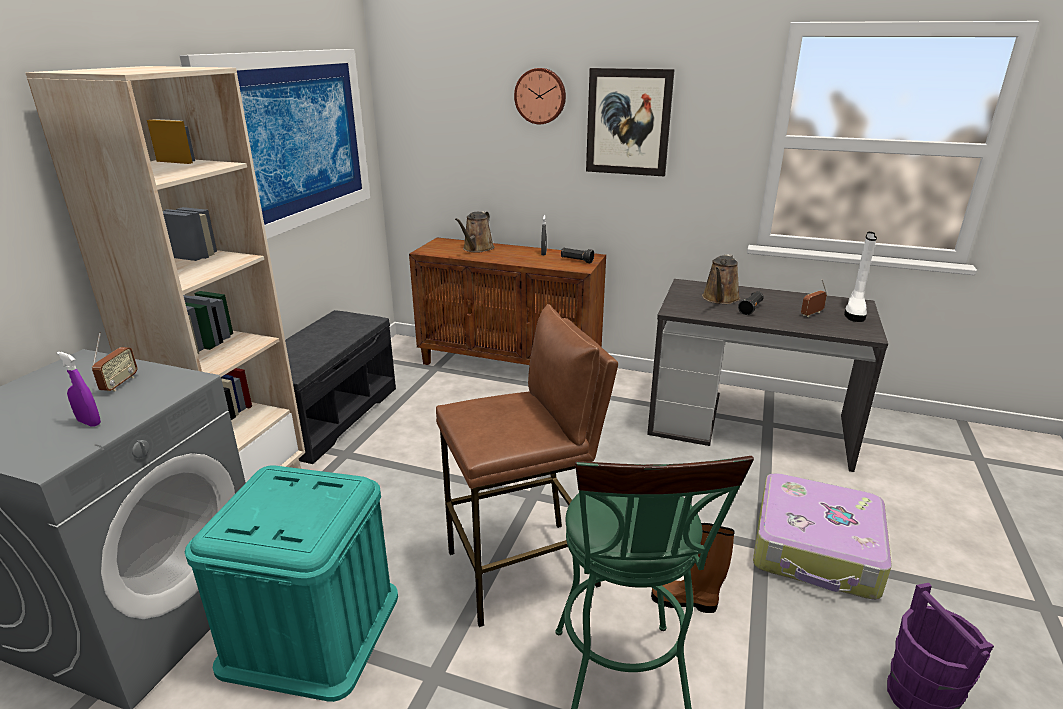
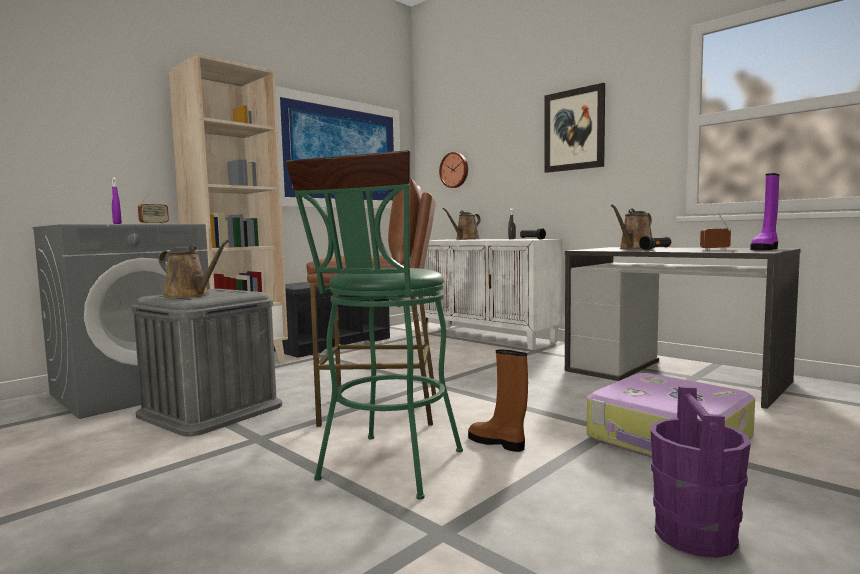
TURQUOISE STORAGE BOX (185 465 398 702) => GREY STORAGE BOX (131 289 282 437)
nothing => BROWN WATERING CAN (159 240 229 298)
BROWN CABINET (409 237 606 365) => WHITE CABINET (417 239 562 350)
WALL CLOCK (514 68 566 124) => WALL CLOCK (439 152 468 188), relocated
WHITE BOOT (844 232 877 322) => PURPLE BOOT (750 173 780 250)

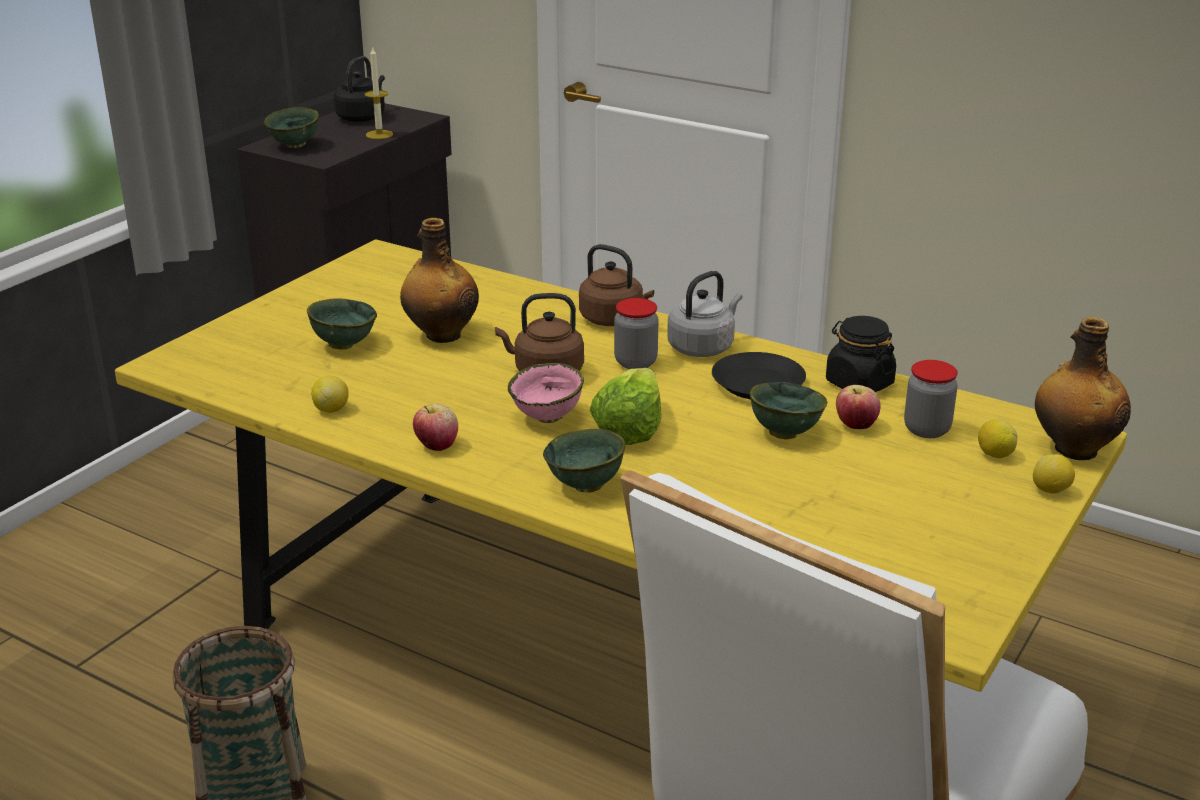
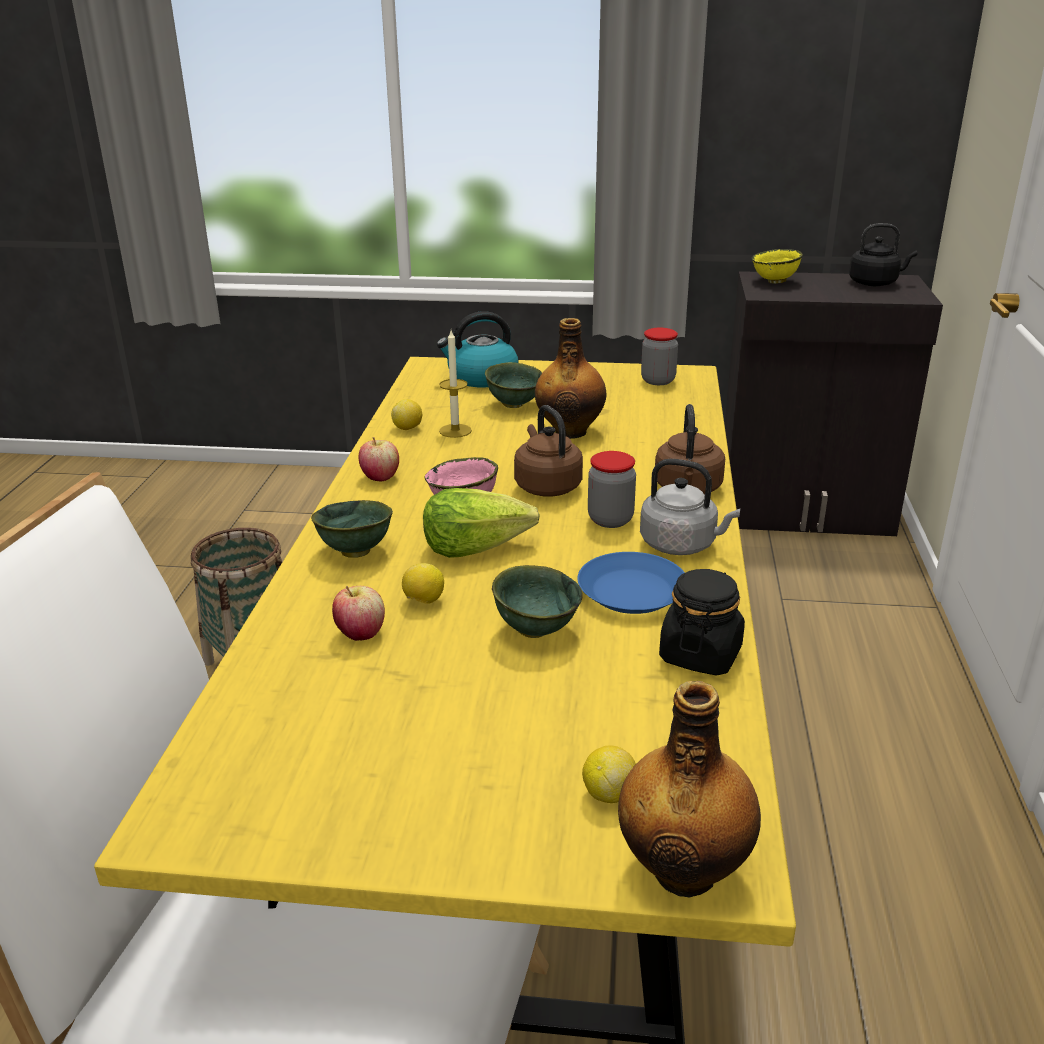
APPLE (836 385 881 429) => APPLE (332 586 385 641), relocated
LEMON (1033 454 1075 494) => LEMON (402 563 444 604), relocated
nothing => KETTLE (437 311 519 388)
CANDLE (365 48 393 139) => CANDLE (439 330 472 438), relocated
BLACK PLATE (712 352 806 399) => BLUE PLATE (578 552 685 614)
JAR (904 360 958 438) => JAR (641 328 678 385), relocated
GREEN BOWL (264 107 319 148) => YELLOW BOWL (752 249 803 284)

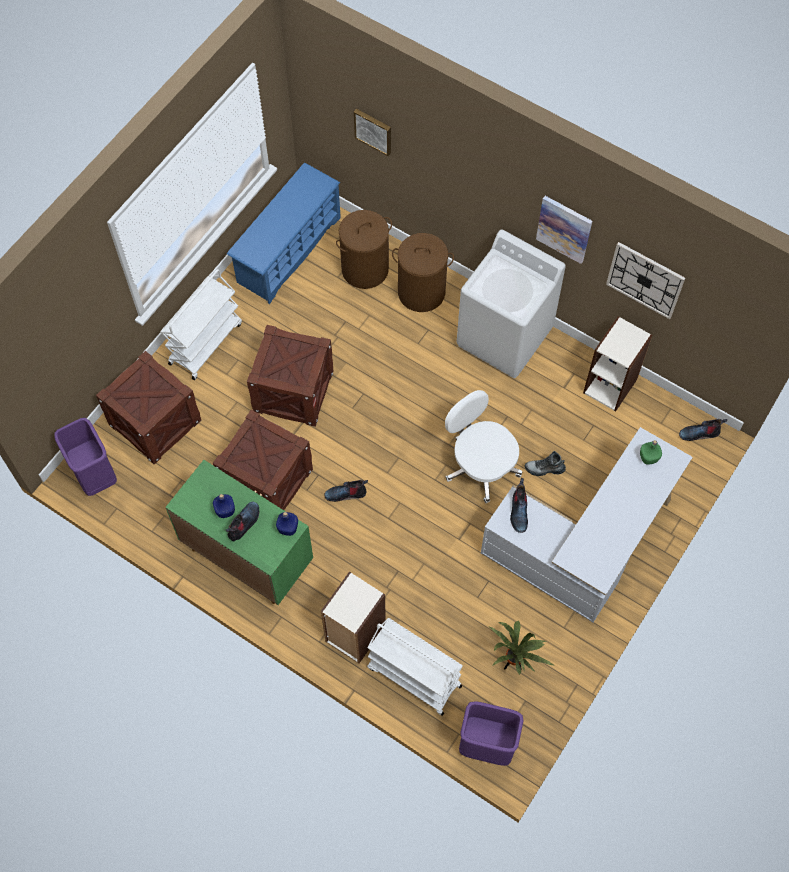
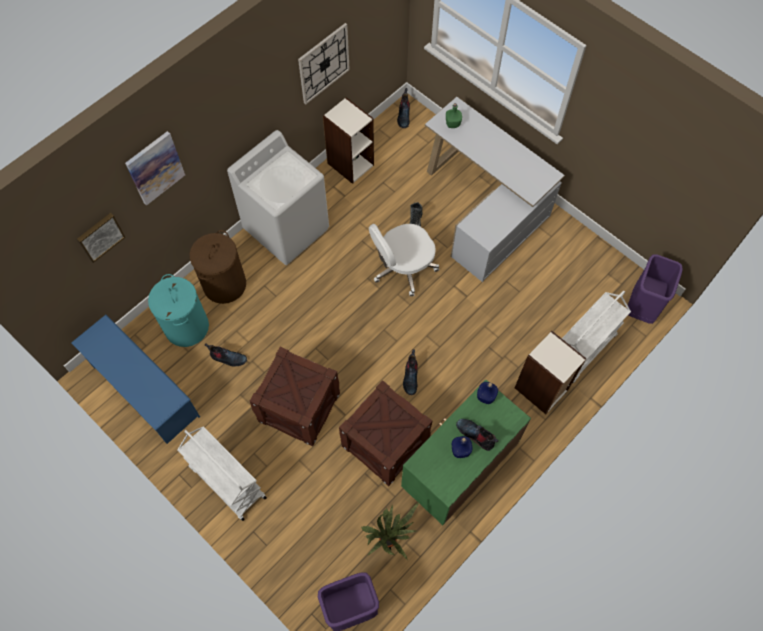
PICTURE (536 196 592 264) => PICTURE (125 131 185 206), relocated
BROWN LAUNDRY BASKET (336 210 392 289) => TURQUOISE LAUNDRY BASKET (148 274 209 347)
BOOT (510 478 528 533) => BOOT (205 343 247 367), relocated
POTTED PLANT (490 620 553 675) => POTTED PLANT (361 501 420 560), relocated
CRATE (96 351 201 465) => nothing

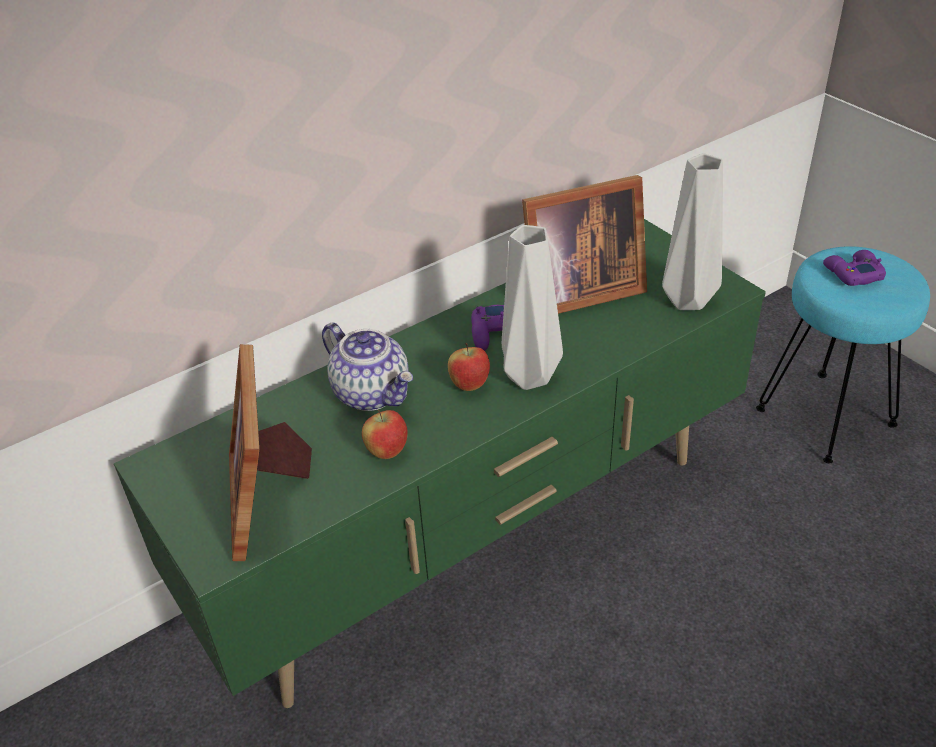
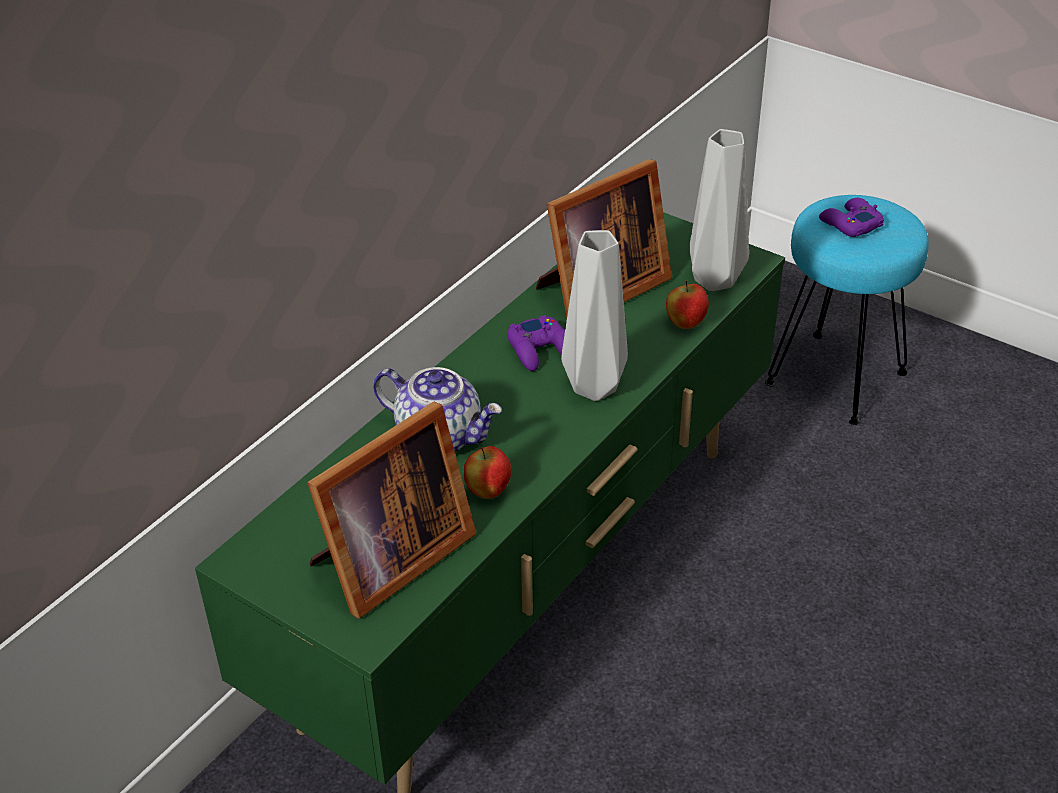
PICTURE FRAME (229 344 312 561) => PICTURE FRAME (307 402 476 619), 105 degrees counterclockwise
APPLE (448 343 490 391) => APPLE (666 280 709 329), relocated

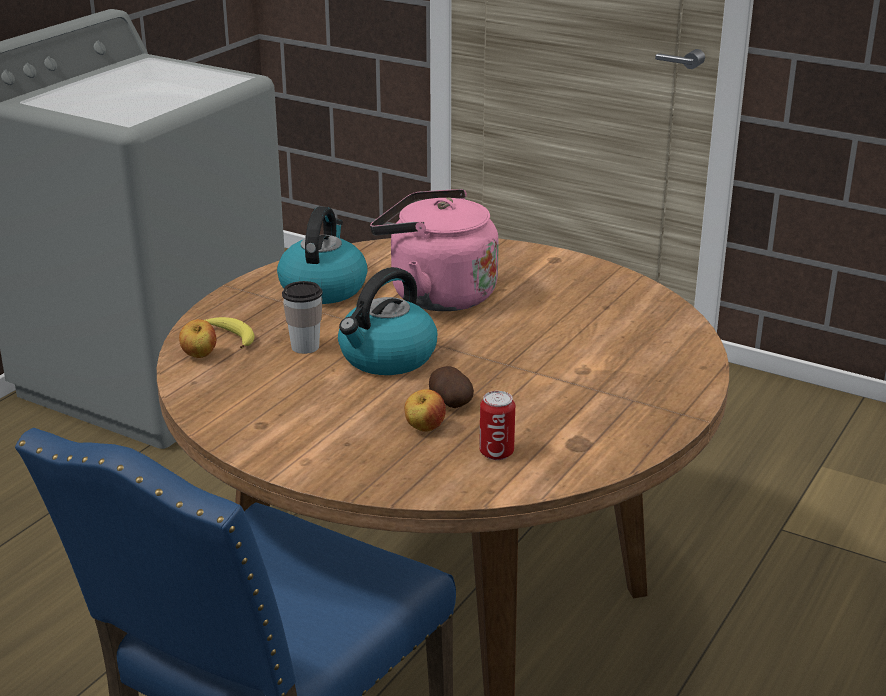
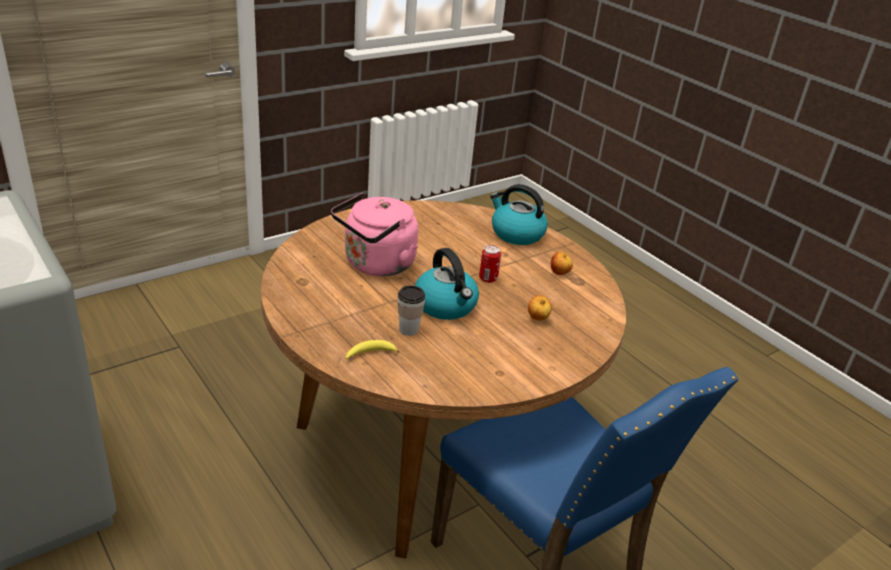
CAN (479 391 515 460) => CAN (479 245 501 283), relocated
KETTLE (277 206 368 304) => KETTLE (490 184 548 245), relocated
APPLE (179 319 216 358) => APPLE (551 252 573 275), relocated
POTATO (429 366 474 408) => nothing

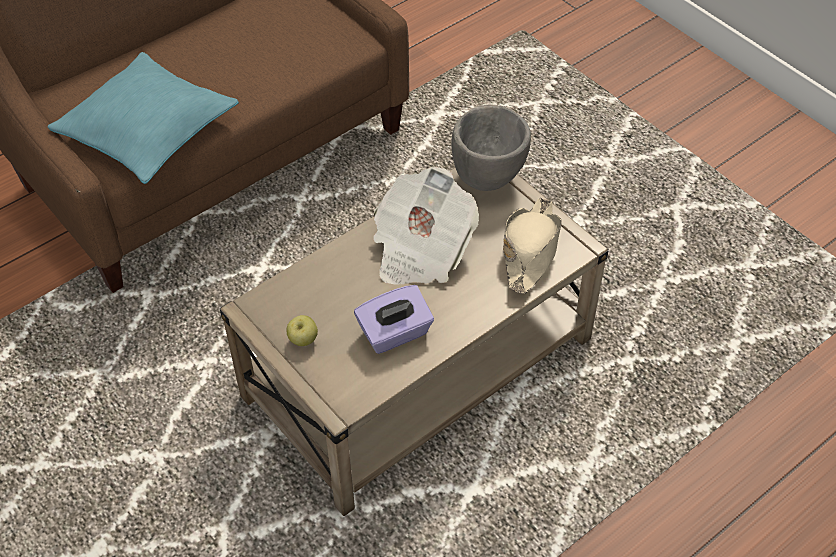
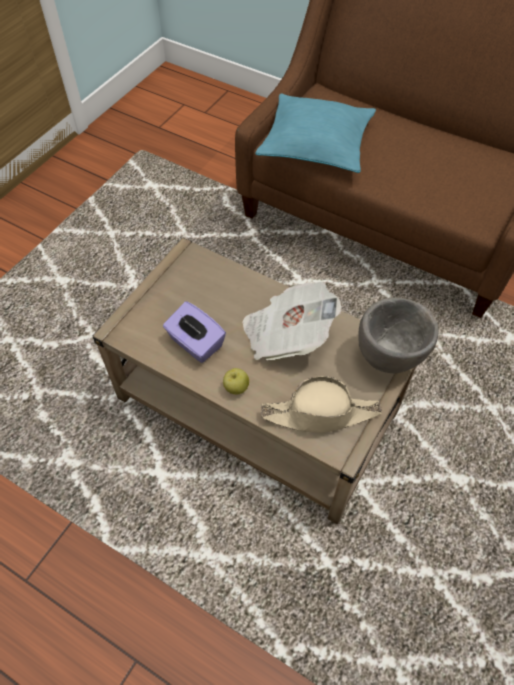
APPLE (286 315 318 346) => APPLE (223 368 249 394), relocated

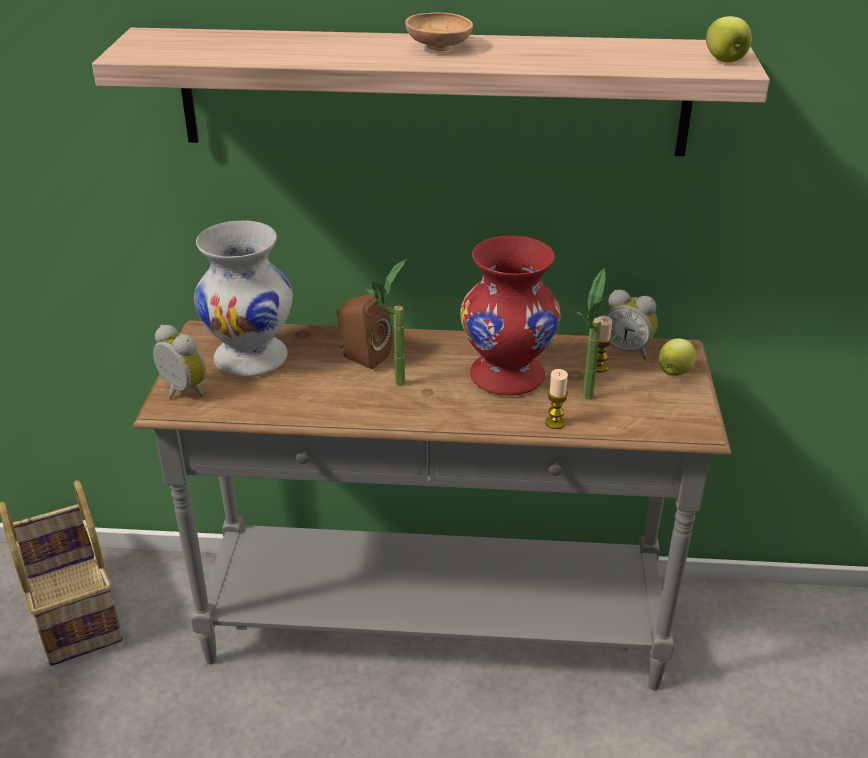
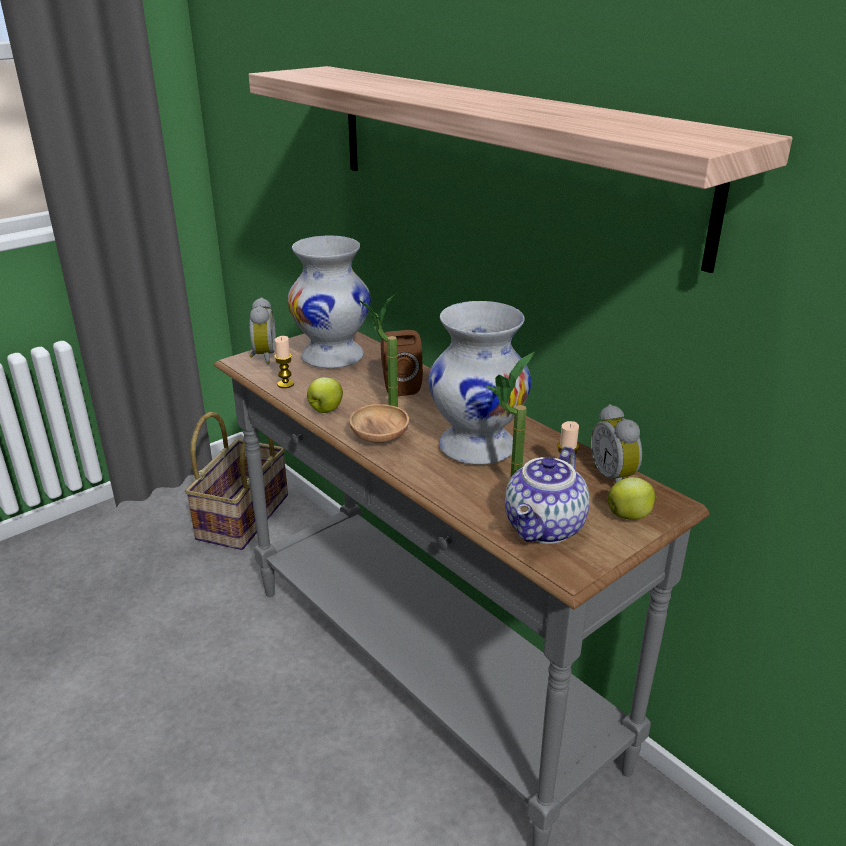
CANDLE (545 369 568 429) => CANDLE (274 336 294 388), relocated
APPLE (706 16 752 63) => APPLE (307 377 343 413), relocated
BROWN BOWL (405 13 473 51) => BROWN BOWL (349 404 409 444), relocated
RED VASE (461 235 561 396) => WHITE VASE (428 301 531 465)
nothing => TEAPOT (505 446 590 544)

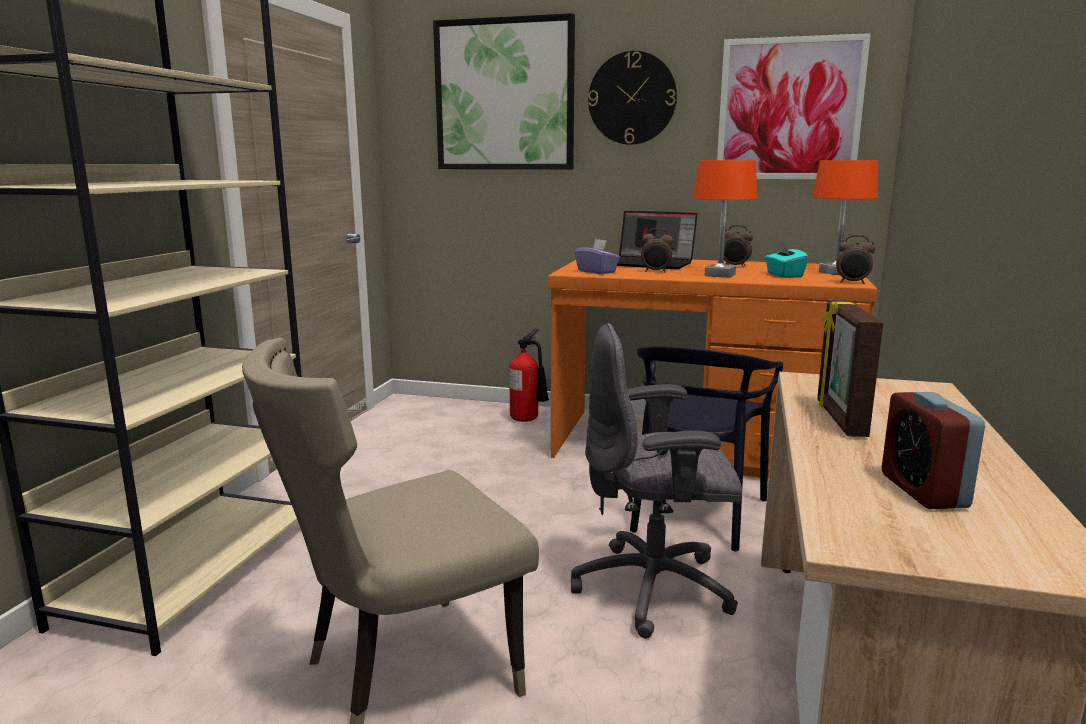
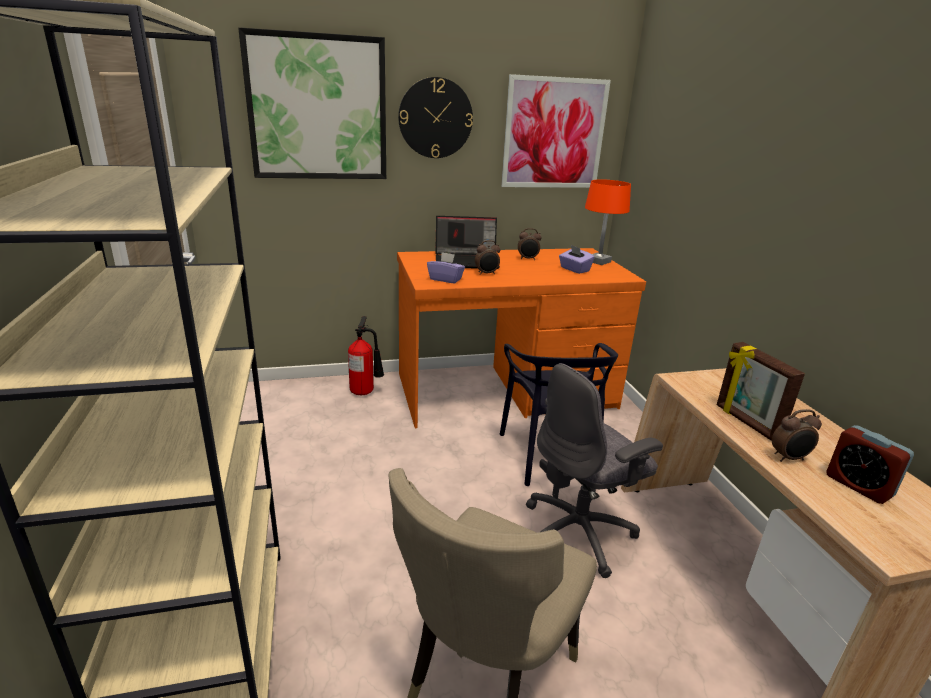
TURQUOISE TISSUE BOX (765 241 808 278) => PURPLE TISSUE BOX (559 245 595 274)
ALARM CLOCK (836 235 875 284) => ALARM CLOCK (772 409 822 462), relocated
ORANGE TABLE LAMP (693 160 757 278) => nothing

